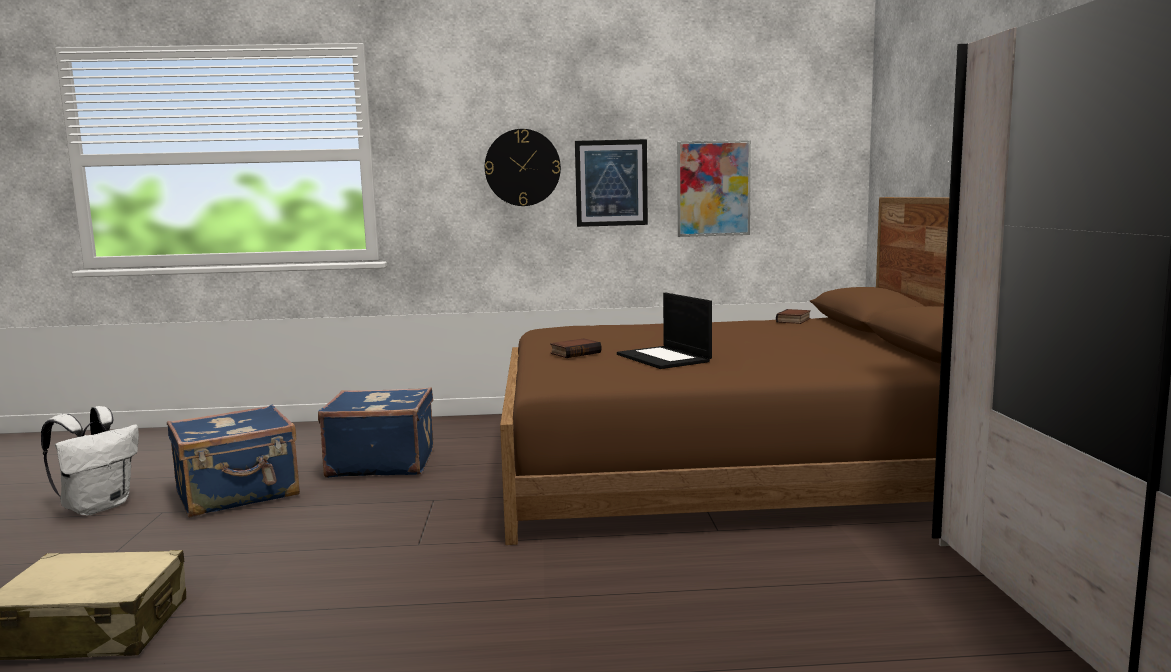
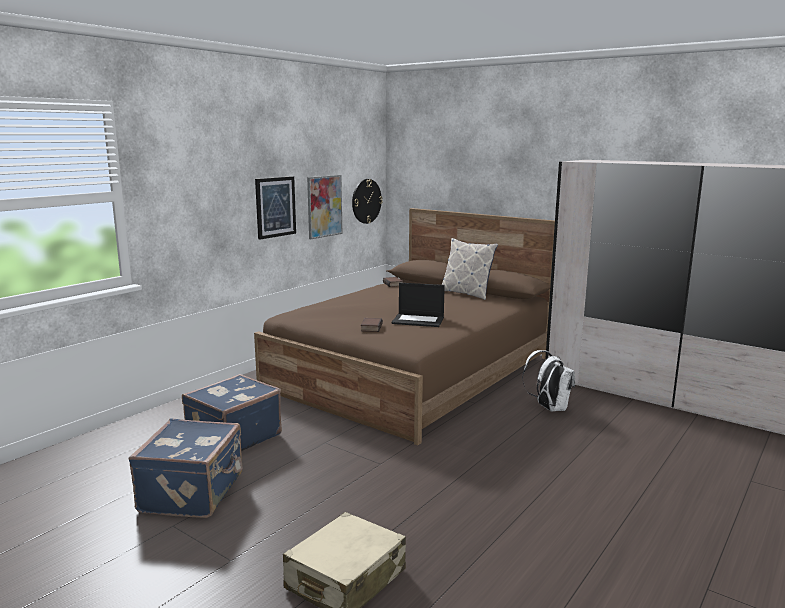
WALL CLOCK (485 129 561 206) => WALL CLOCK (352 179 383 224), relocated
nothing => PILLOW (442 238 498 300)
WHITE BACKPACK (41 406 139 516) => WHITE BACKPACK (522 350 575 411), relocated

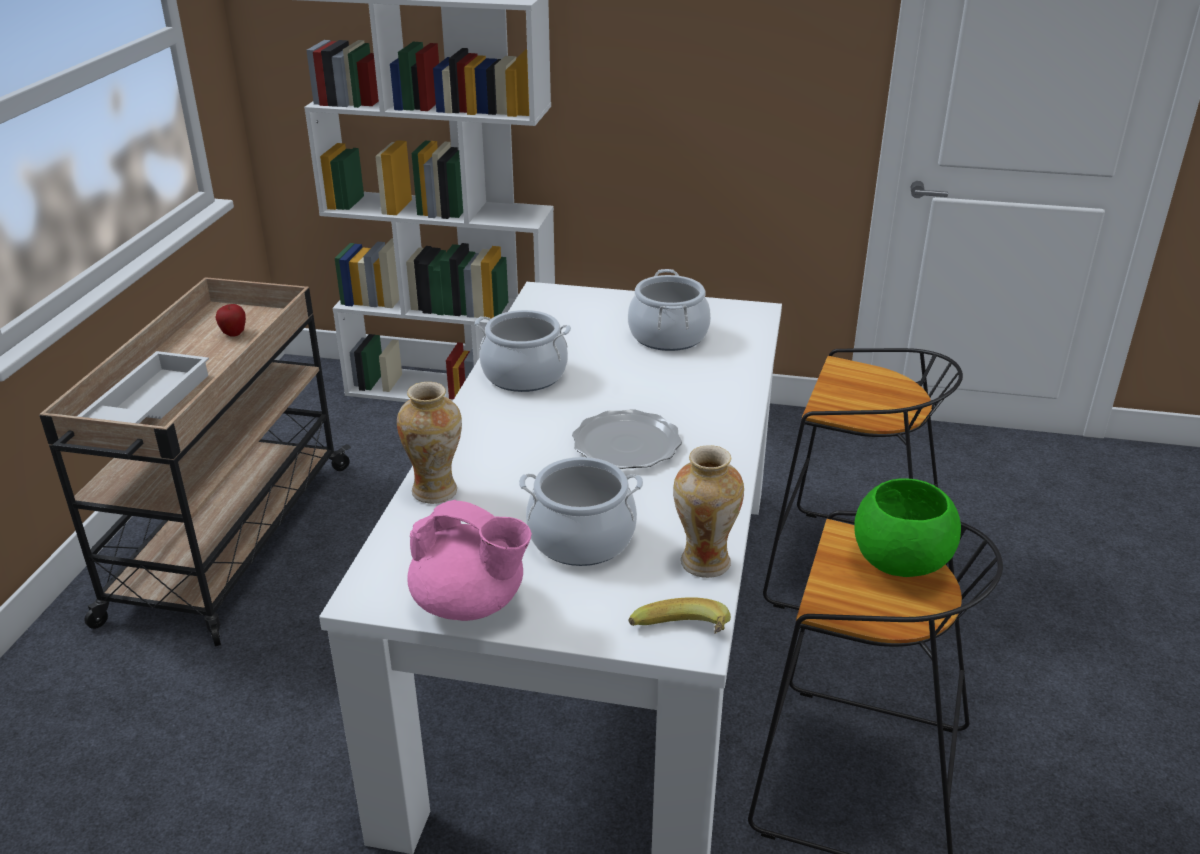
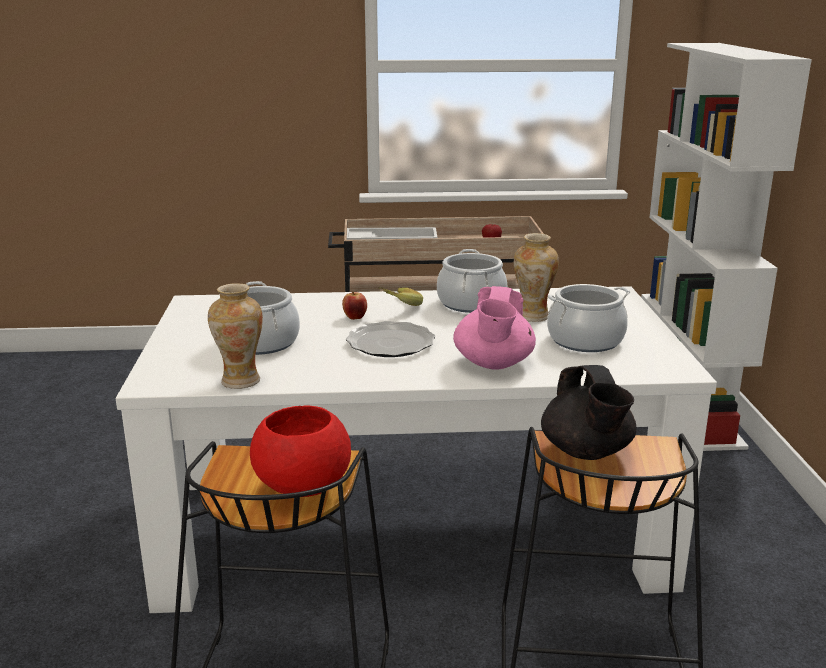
GREEN BOWL (854 478 961 577) => RED BOWL (250 405 351 497)
nothing => APPLE (342 292 367 320)
BANANA (628 597 731 633) => BANANA (378 287 423 306), relocated
PINK TEAPOT (407 500 532 621) => PINK TEAPOT (453 286 536 370), relocated
VASE (397 382 462 504) => VASE (514 233 559 322), relocated
nothing => BLACK TEAPOT (541 365 637 460)

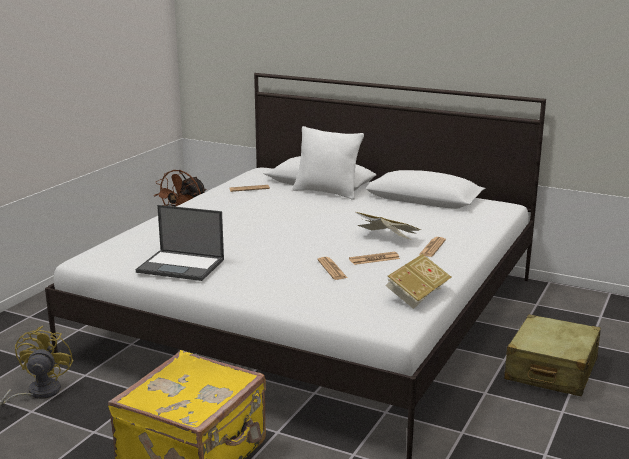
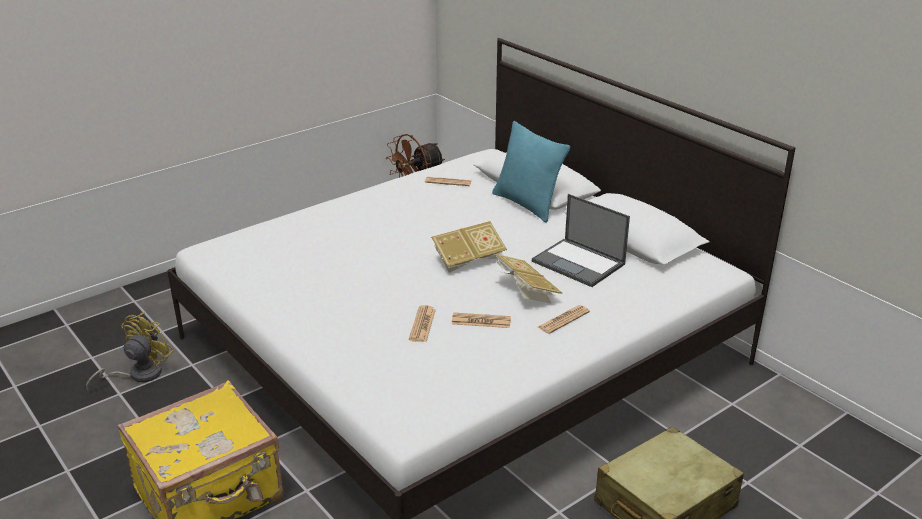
BOOK (385 254 451 309) => BOOK (431 221 507 273), relocated
WHITE PILLOW (293 126 364 200) => TURQUOISE PILLOW (492 121 570 223)
LAPTOP (136 205 224 281) => LAPTOP (532 194 630 287), relocated

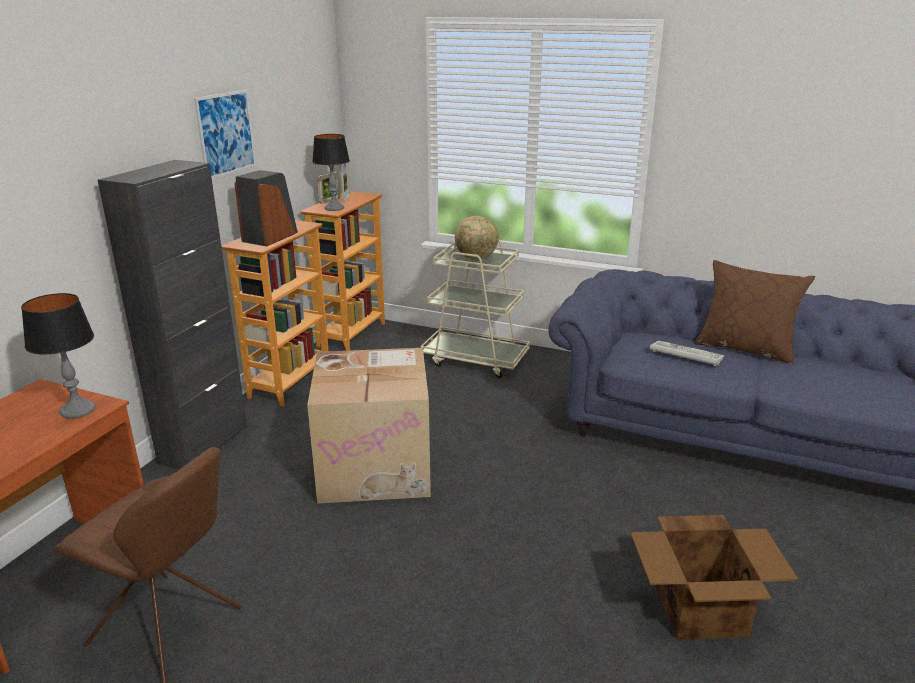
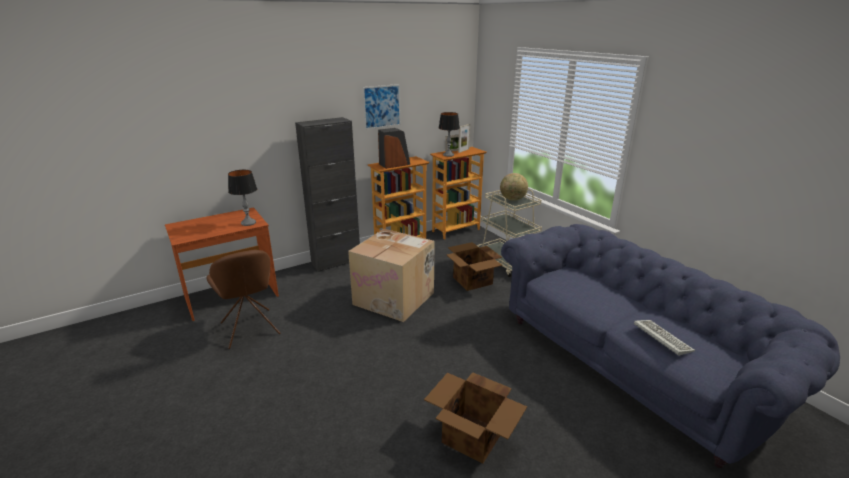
nothing => CARDBOARD BOX (447 242 502 291)
KEYBOARD (650 341 724 366) => KEYBOARD (634 320 695 356), relocated
BROWN PILLOW (694 260 815 365) => nothing

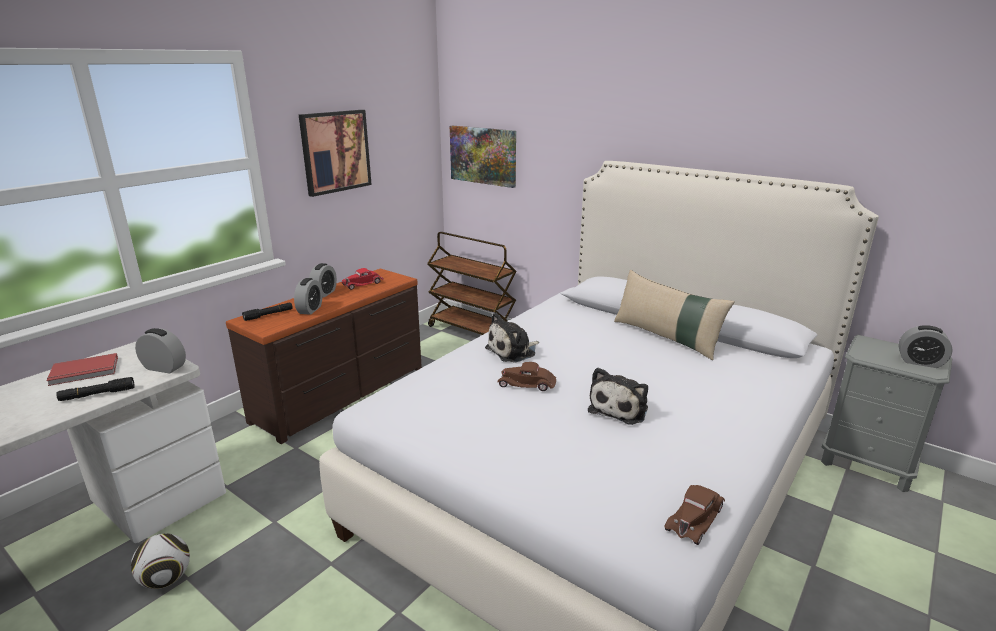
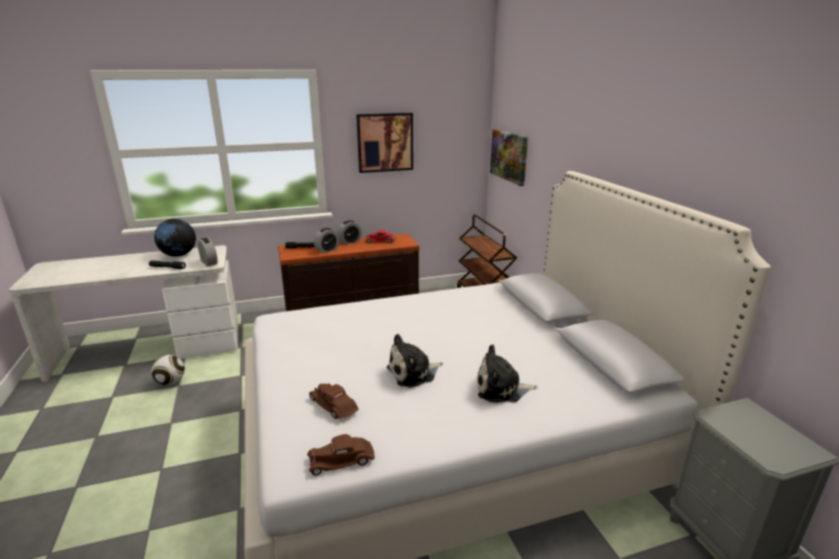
RED BOOK (46 353 118 386) => GLOBE (154 219 196 257)
BROWN TOY CAR (497 362 556 391) => BROWN TOY CAR (309 383 359 419), relocated
PLUSH TOY (485 312 539 363) => PLUSH TOY (477 345 537 403), relocated
BEIGE PILLOW (614 270 735 360) => nothing
ALARM CLOCK (898 325 953 368) => nothing

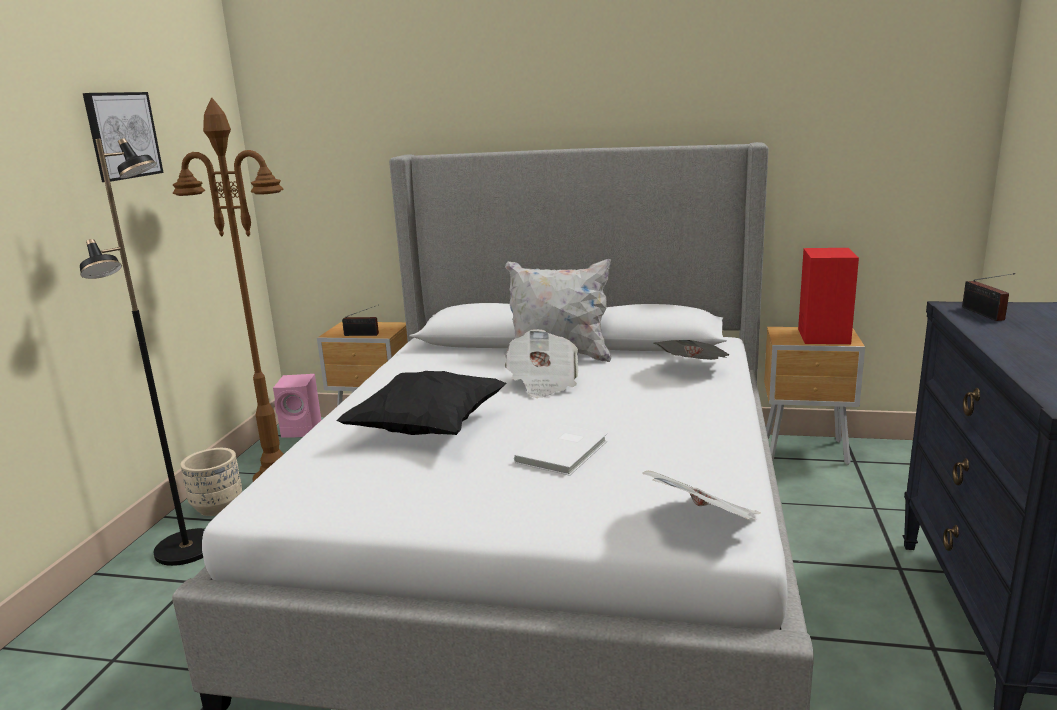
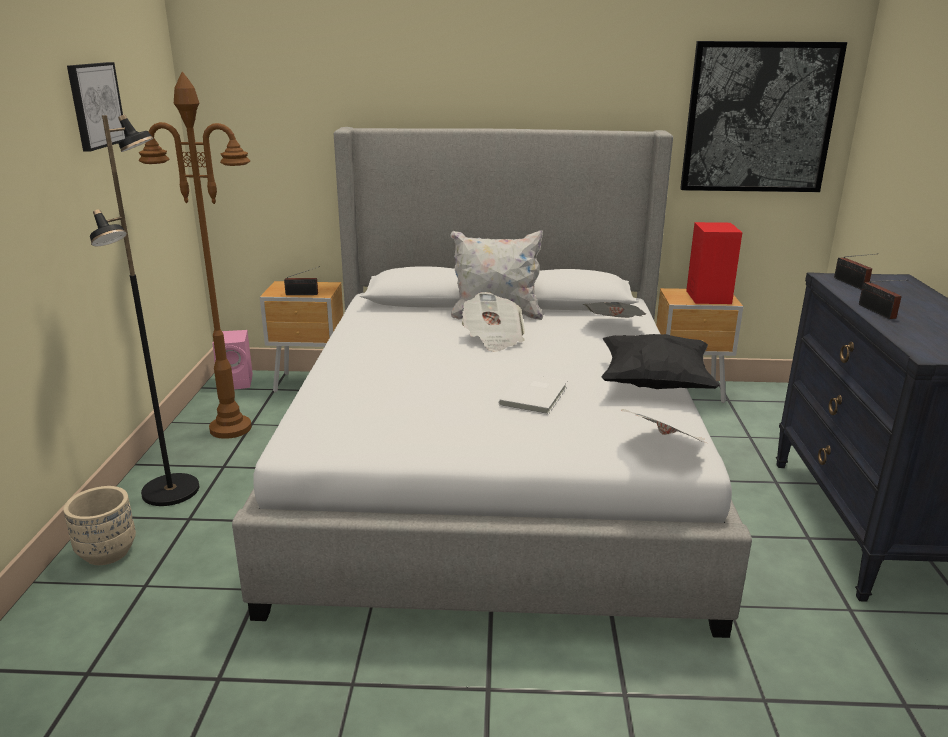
BEIGE PLANTER (180 448 242 516) => BEIGE PLANTER (63 486 136 565), relocated
BLACK PILLOW (336 371 506 435) => BLACK PILLOW (601 334 720 389), relocated
nothing => PICTURE (680 41 847 192)
nothing => RADIO (859 280 908 319)

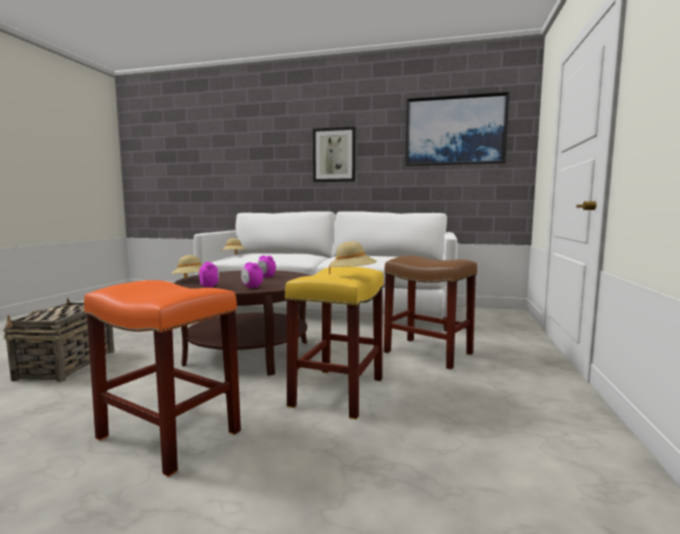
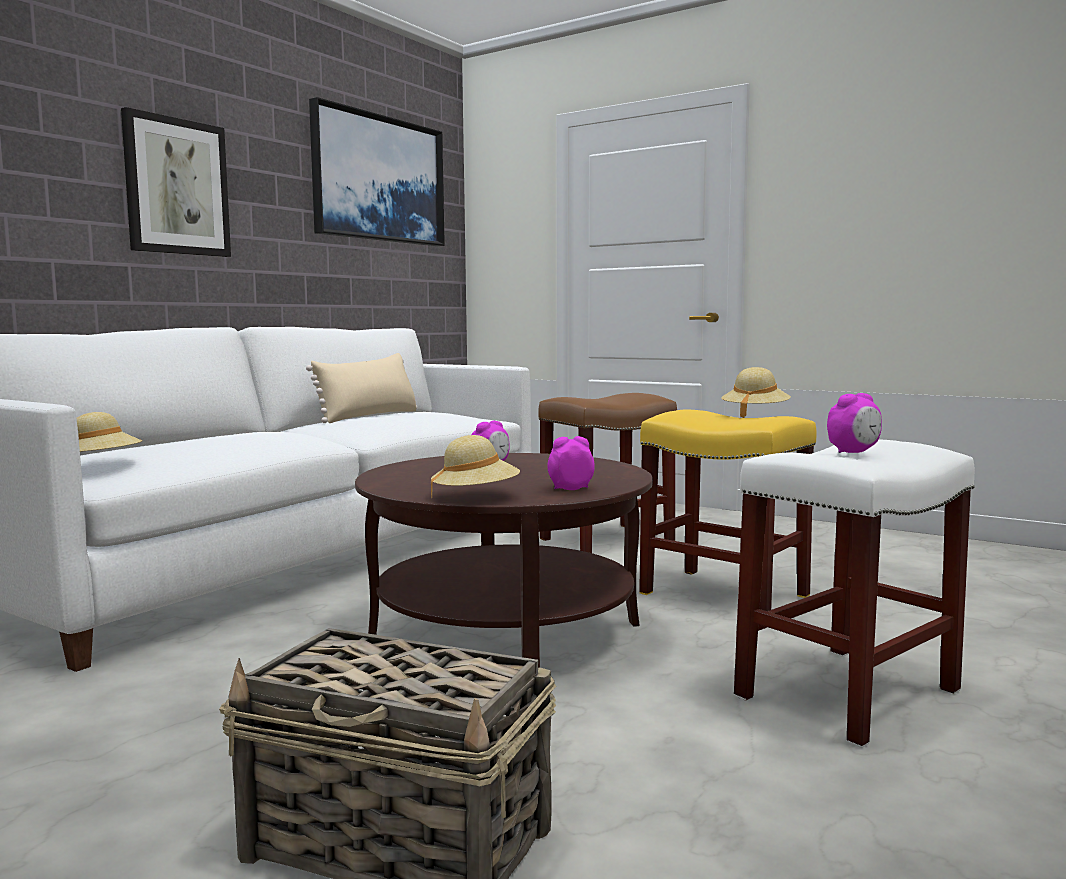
nothing => BEIGE PILLOW (306 353 417 423)
ORANGE STOOL (84 280 241 477) => WHITE STOOL (734 439 975 748)
ALARM CLOCK (241 262 263 288) => ALARM CLOCK (827 393 882 453), relocated

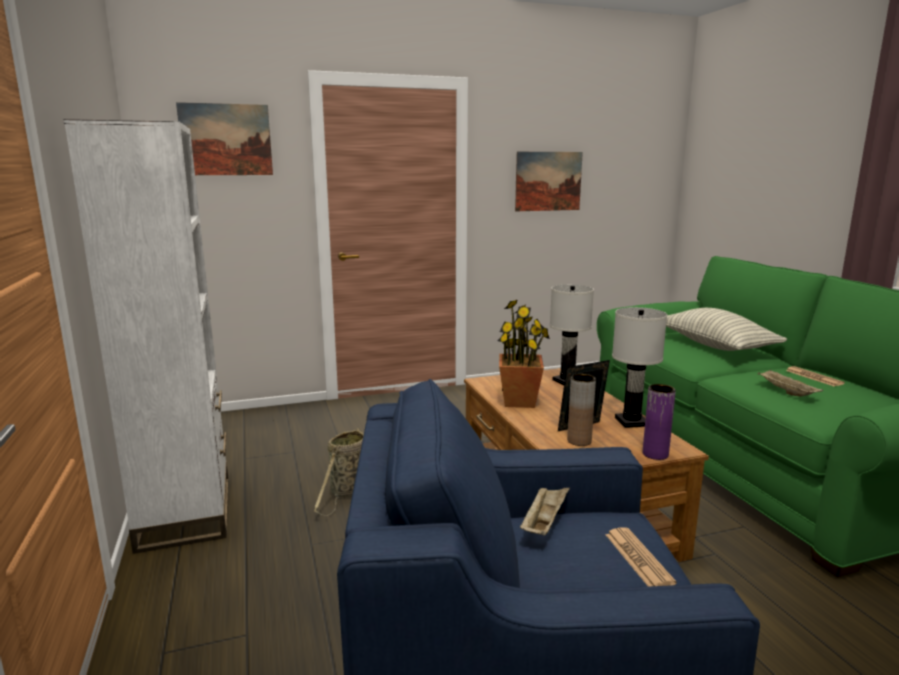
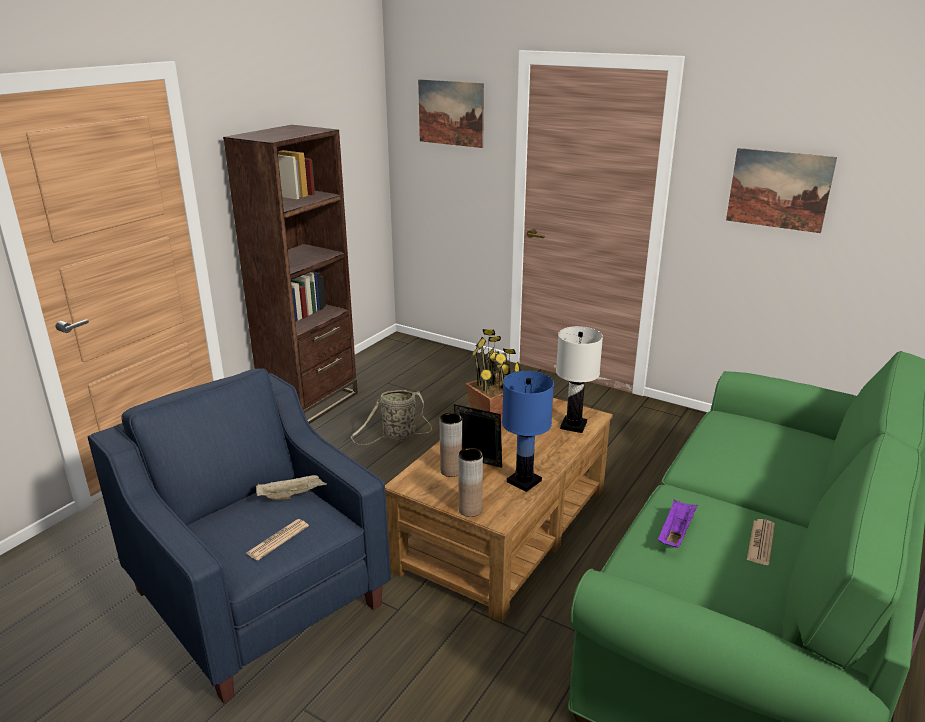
WHITE BOOKCASE (63 119 229 554) => BROWN BOOKCASE (223 125 358 424)
PURPLE VASE (643 384 676 460) => BROWN VASE (458 448 483 517)
WHITE TABLE LAMP (612 307 667 428) => BLUE TABLE LAMP (502 371 554 492)
BEIGE TRAY (758 370 823 396) => PURPLE TRAY (658 500 698 548)
PILLOW (666 308 787 351) => nothing

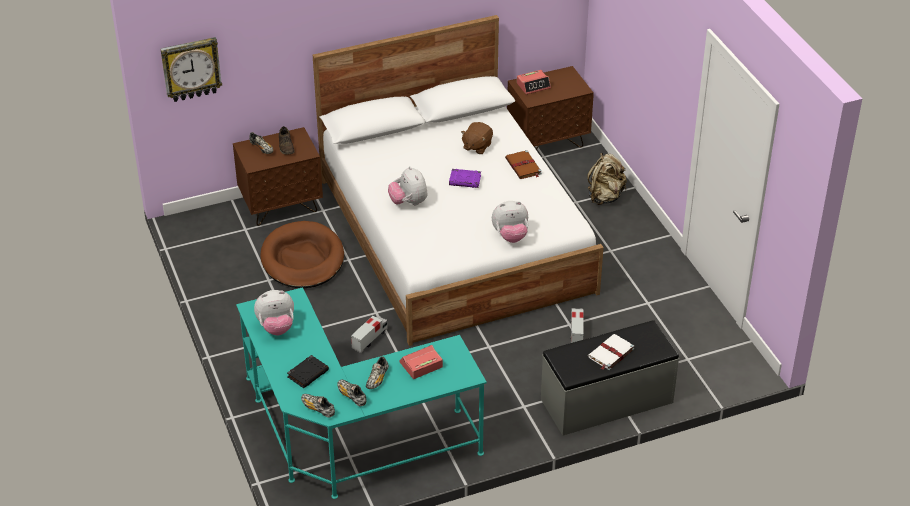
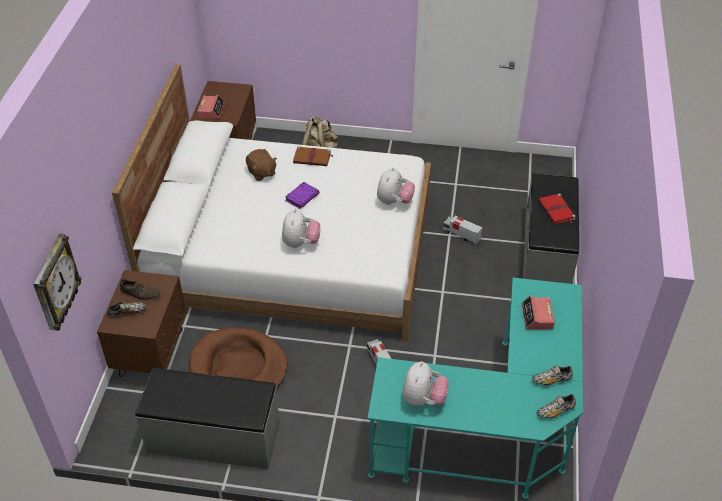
nothing => GREY BENCH (135 368 280 469)
PLUSH TOY (388 166 427 205) => PLUSH TOY (282 209 320 248), 90 degrees counterclockwise
WHITE BOOK (588 334 634 370) => RED BOOK (539 193 575 224)
BLACK BOOK (287 355 329 388) => nothing
SHOE (366 356 389 389) => nothing

